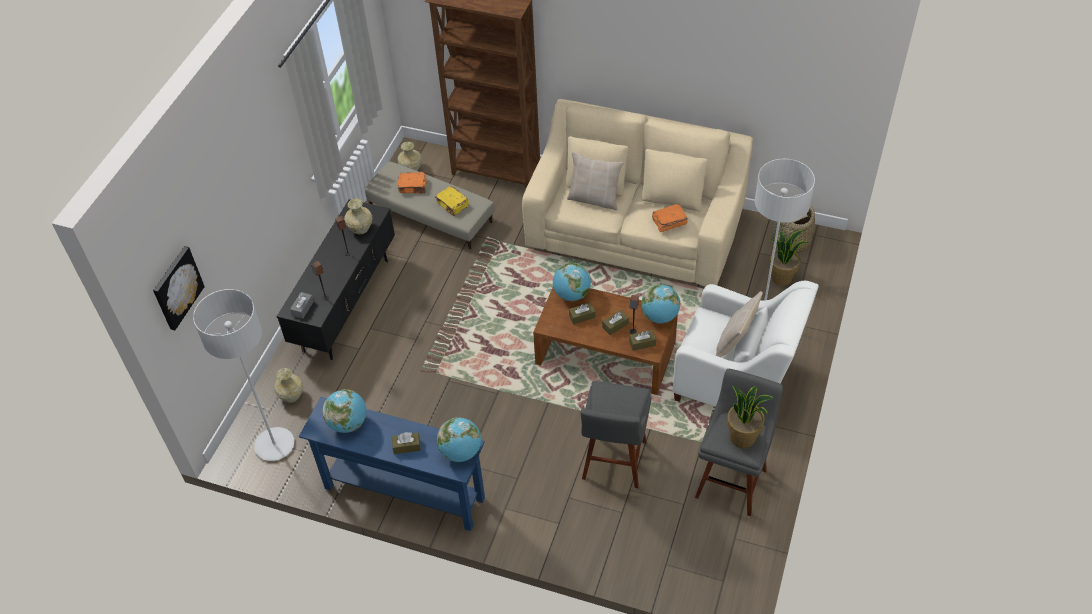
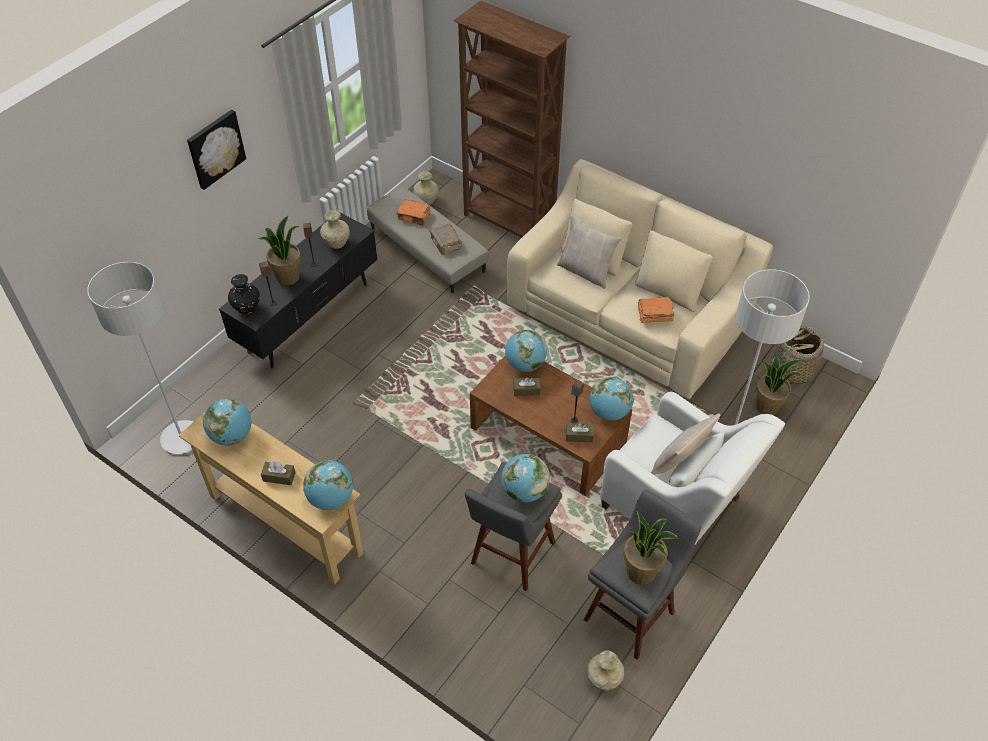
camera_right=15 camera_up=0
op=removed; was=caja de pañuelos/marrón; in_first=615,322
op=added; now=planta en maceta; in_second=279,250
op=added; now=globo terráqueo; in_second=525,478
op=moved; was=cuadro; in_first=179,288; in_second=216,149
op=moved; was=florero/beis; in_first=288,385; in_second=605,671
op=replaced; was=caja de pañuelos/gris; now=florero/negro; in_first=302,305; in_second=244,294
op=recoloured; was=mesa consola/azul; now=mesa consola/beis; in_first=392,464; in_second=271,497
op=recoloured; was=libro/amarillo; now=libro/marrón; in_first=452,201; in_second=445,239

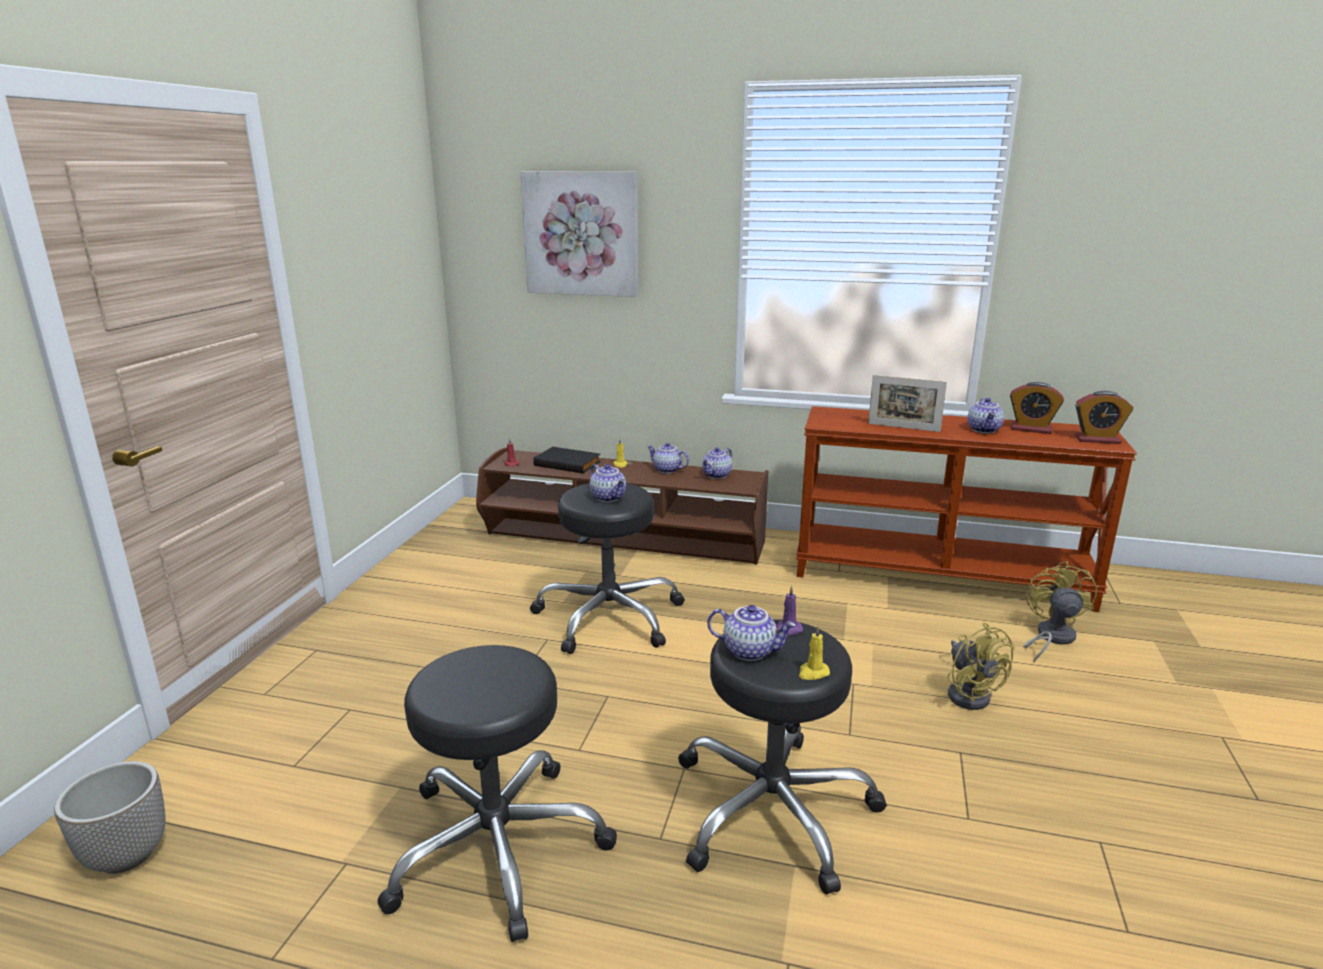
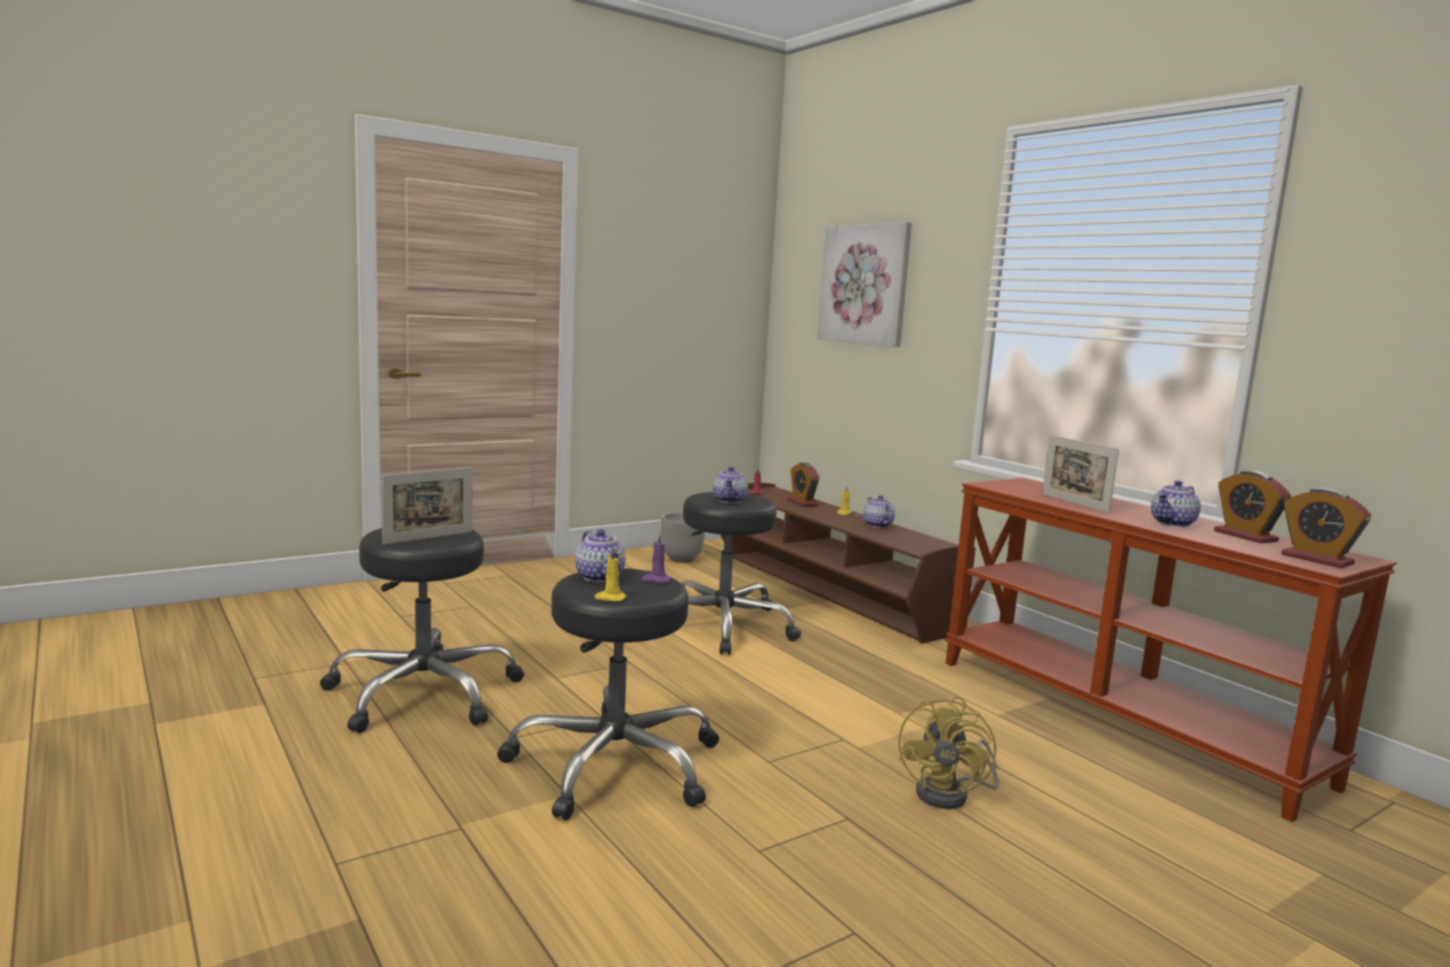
camera_right=40 camera_up=-10
op=removed; was=tetera; in_first=717,463
op=removed; was=ventilador/amarillo; in_first=1060,611
op=added; now=portarretratos; in_second=426,506
op=moved; was=maceta; in_first=109,817; in_second=683,537
op=replaced; was=libro/negro; now=despertador; in_first=567,460; in_second=804,485

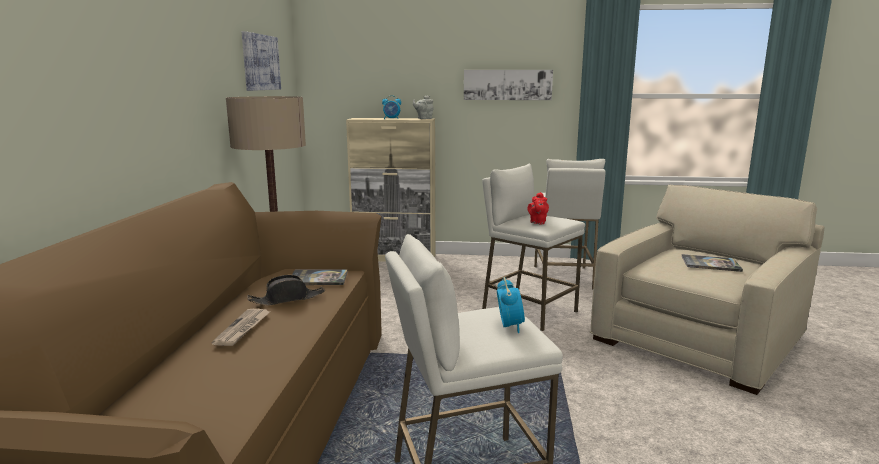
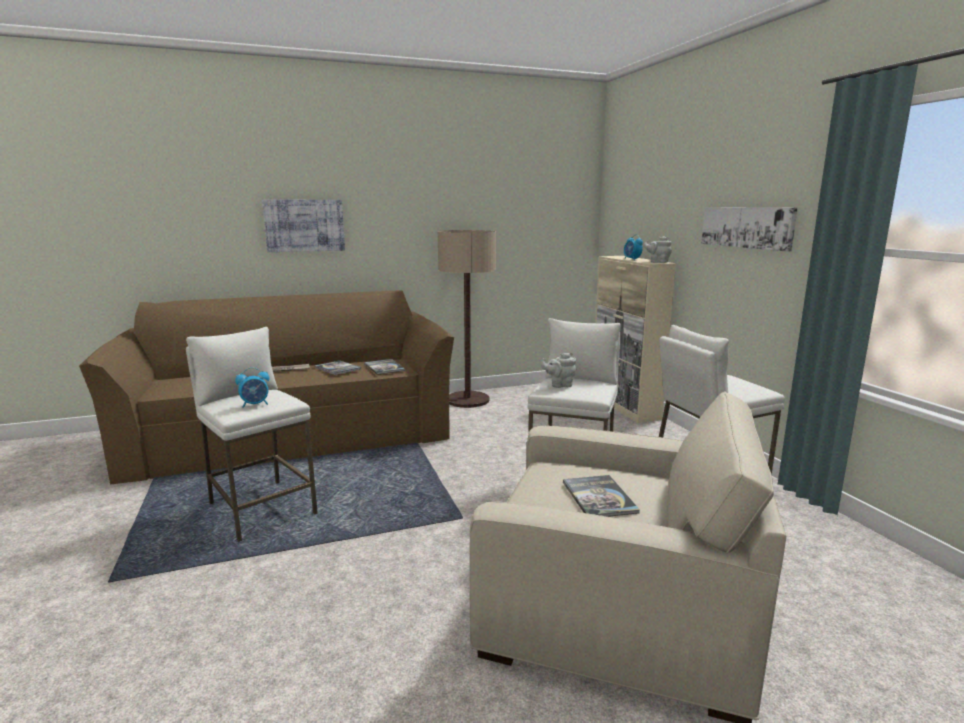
camera_right=65 camera_up=0
op=moved; was=cuadro; in_first=261,61; in_second=303,226
op=replaced; was=sombrero/negro; now=libro; in_first=286,290; in_second=337,367
op=recoloured; was=tetera/rojo; now=tetera/gris; in_first=538,208; in_second=558,370

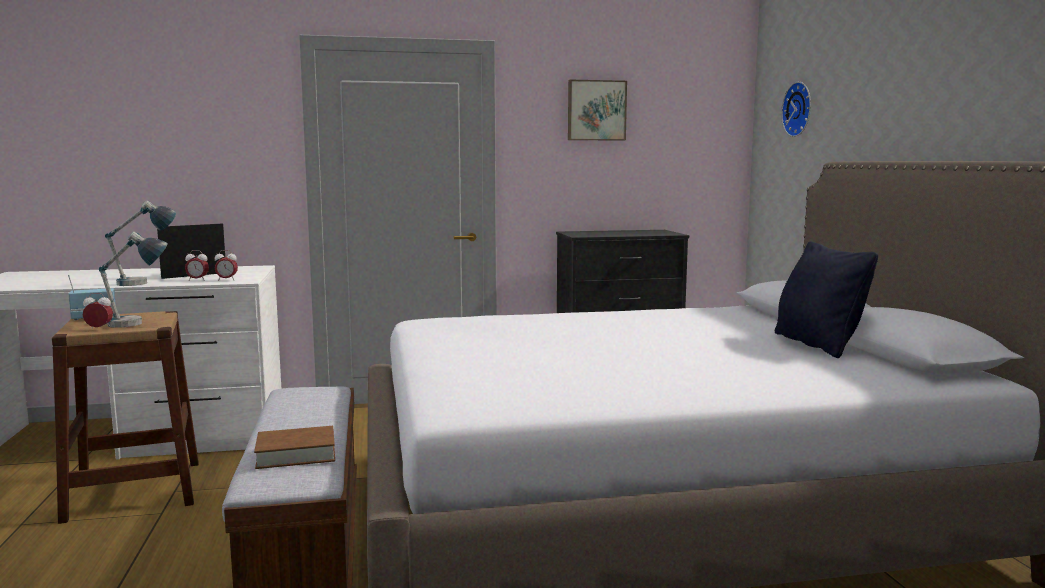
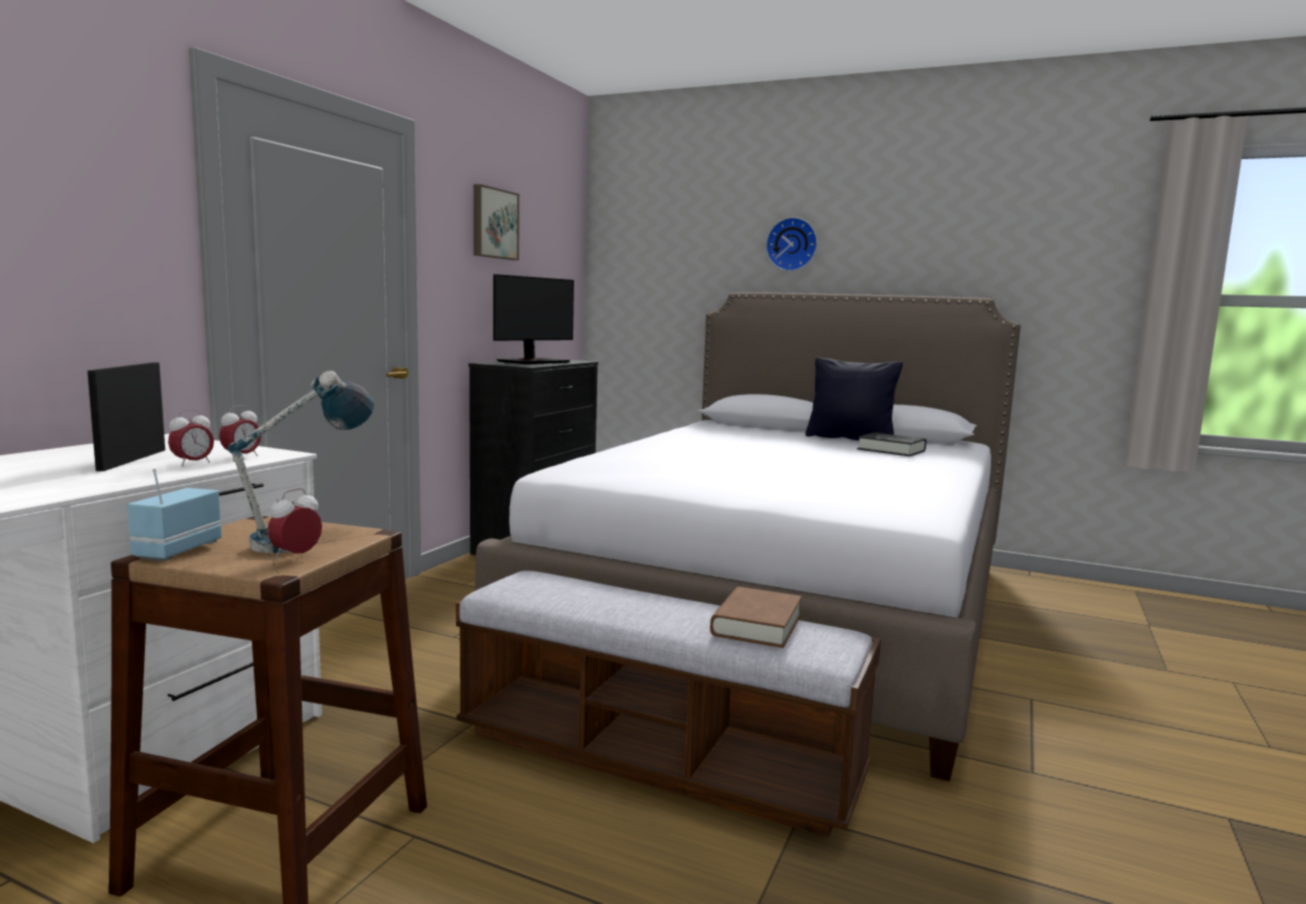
camera_right=-55 camera_up=0
op=removed; was=lámpara de mesa; in_first=140,243
op=added; now=monitor; in_second=533,319
op=added; now=libro/negro; in_second=891,444
op=moved; was=reloj de pared; in_first=796,109; in_second=791,244

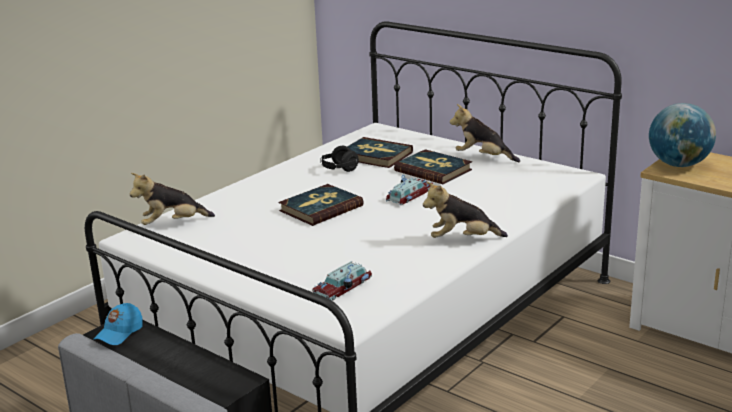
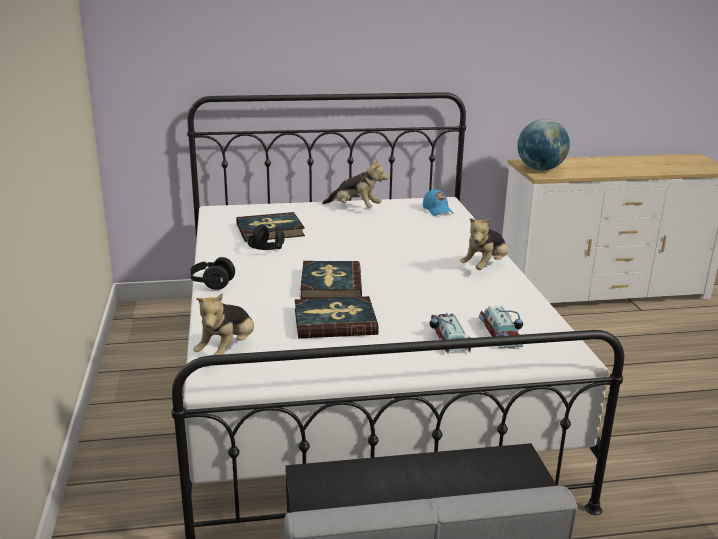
camera_right=-50 camera_up=0
op=added; now=auriculares/negro; in_second=212,273
op=moved; was=gorra/azul; in_first=118,324; in_second=438,202
op=moved; was=coche de juguete; in_first=409,190; in_second=450,333
op=moved; was=libro; in_first=433,166; in_second=337,317
op=turned; was=peluche; in_first=485,133; in_second=355,183; clockwise=-135

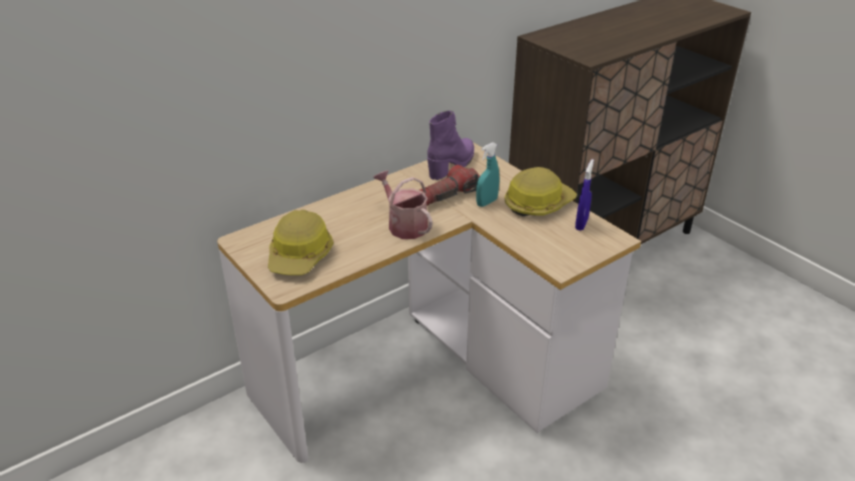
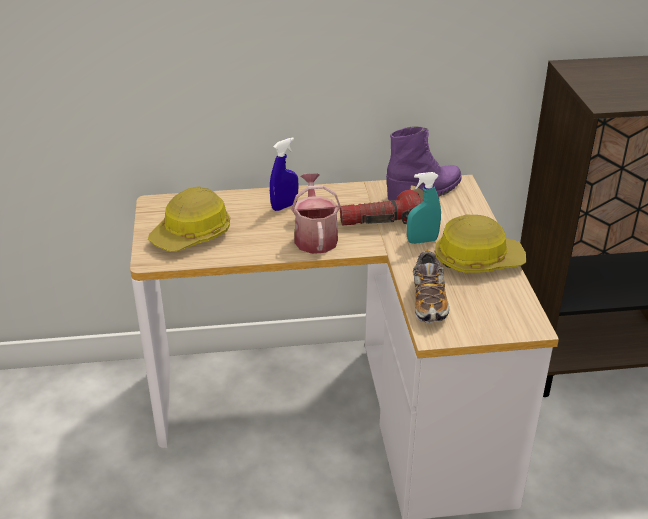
camera_right=30 camera_up=0
op=added; now=zapato; in_second=431,286
op=moved; was=pulverizador/azul; in_first=584,195; in_second=284,174

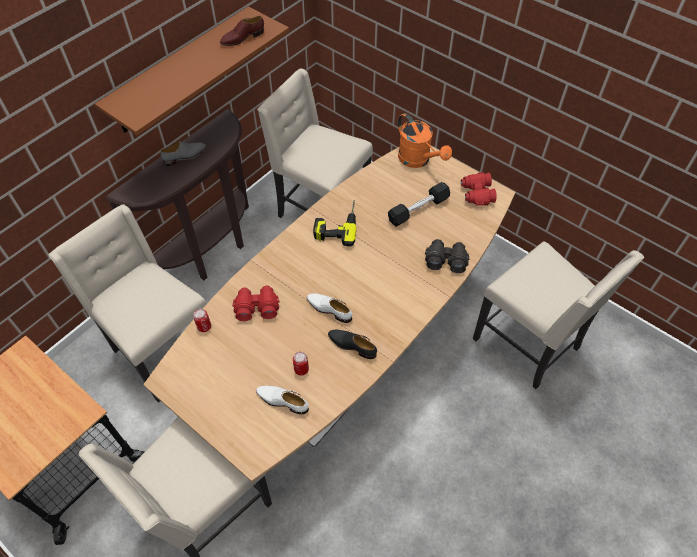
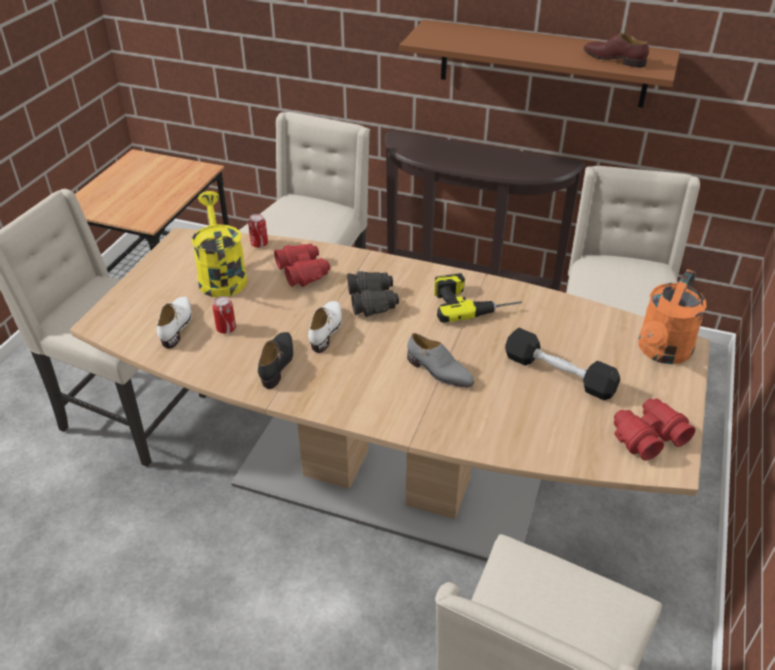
camera_right=70 camera_up=-15
op=added; now=regadera/amarillo; in_second=220,244
op=moved; was=zapato/gris; in_first=183,154; in_second=440,360
op=moved; was=prismáticos/negro; in_first=447,256; in_second=373,294

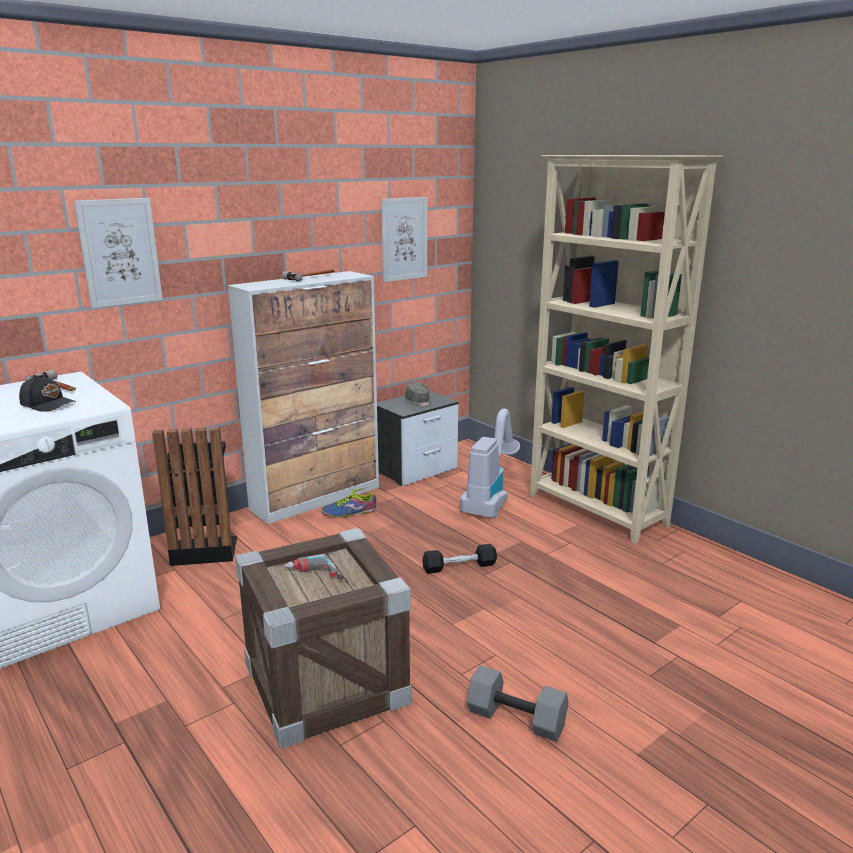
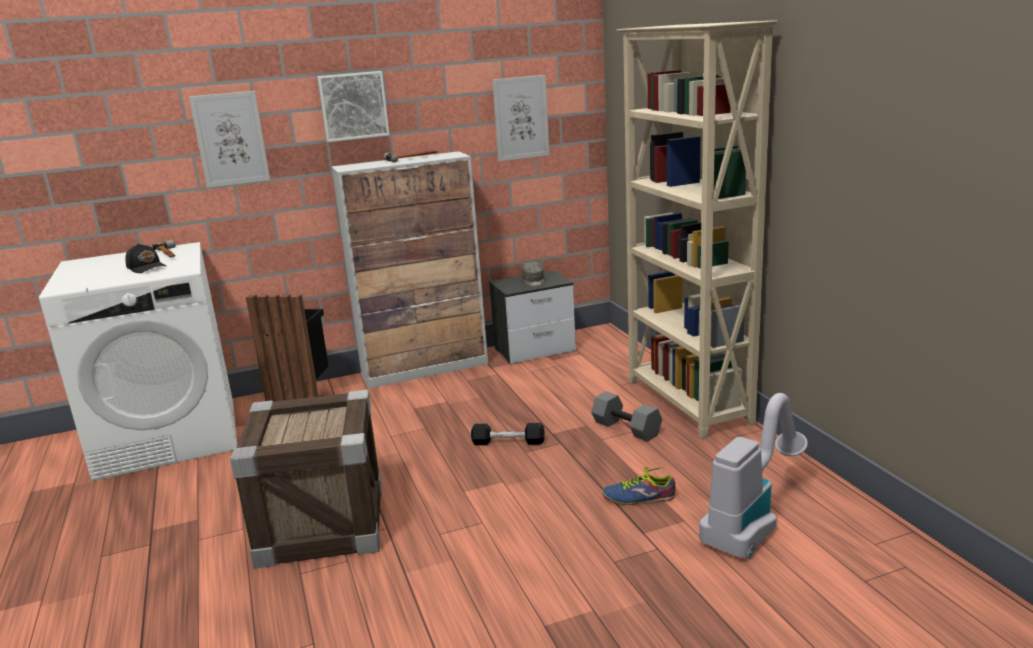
camera_right=20 camera_up=0
op=removed; was=taladro; in_first=316,568
op=added; now=cuadro; in_second=353,106
op=moved; was=zapato; in_first=349,502; in_second=639,486
op=moved; was=aspiradora; in_first=490,463; in_second=753,476
op=moved; was=mancuerna/gris; in_first=517,703; in_second=626,416

